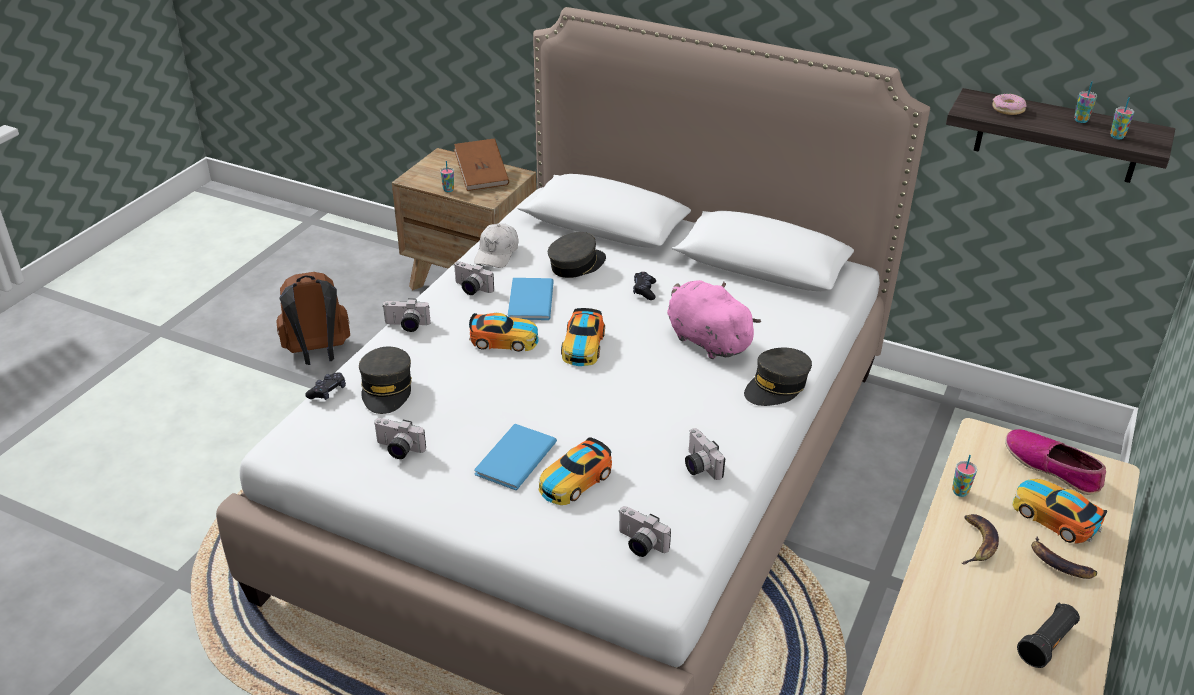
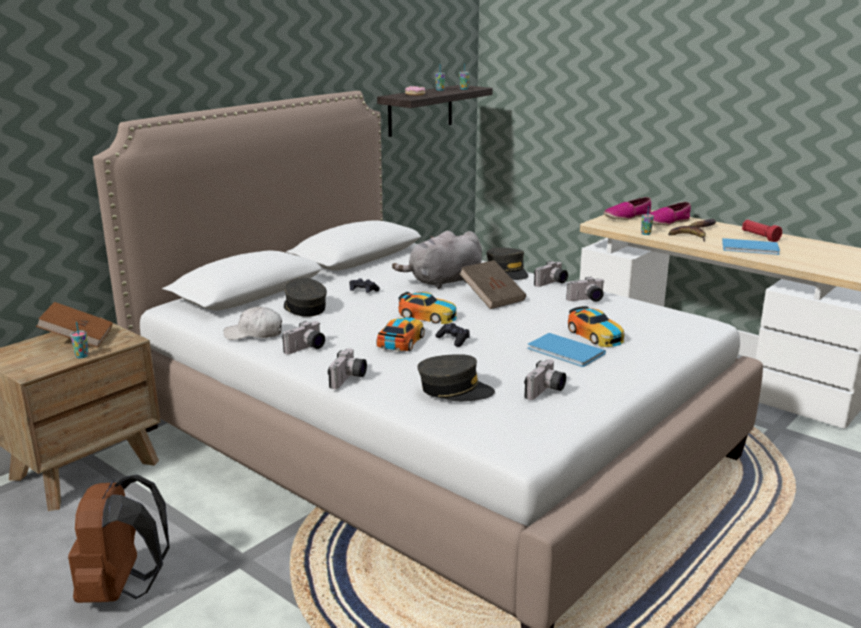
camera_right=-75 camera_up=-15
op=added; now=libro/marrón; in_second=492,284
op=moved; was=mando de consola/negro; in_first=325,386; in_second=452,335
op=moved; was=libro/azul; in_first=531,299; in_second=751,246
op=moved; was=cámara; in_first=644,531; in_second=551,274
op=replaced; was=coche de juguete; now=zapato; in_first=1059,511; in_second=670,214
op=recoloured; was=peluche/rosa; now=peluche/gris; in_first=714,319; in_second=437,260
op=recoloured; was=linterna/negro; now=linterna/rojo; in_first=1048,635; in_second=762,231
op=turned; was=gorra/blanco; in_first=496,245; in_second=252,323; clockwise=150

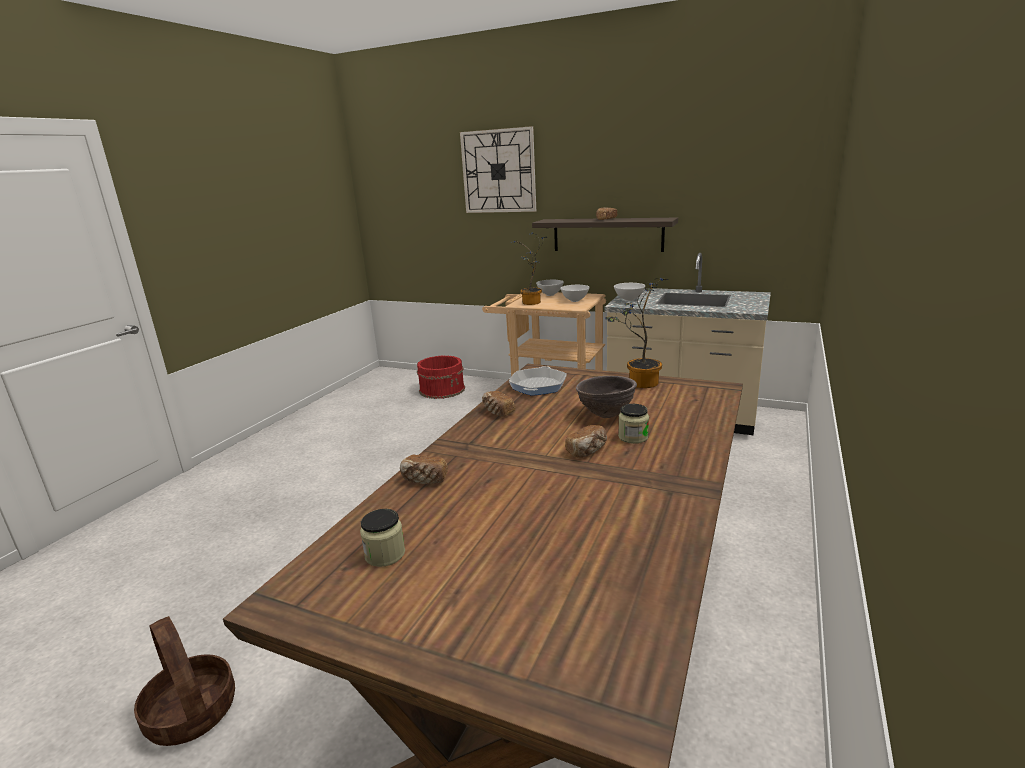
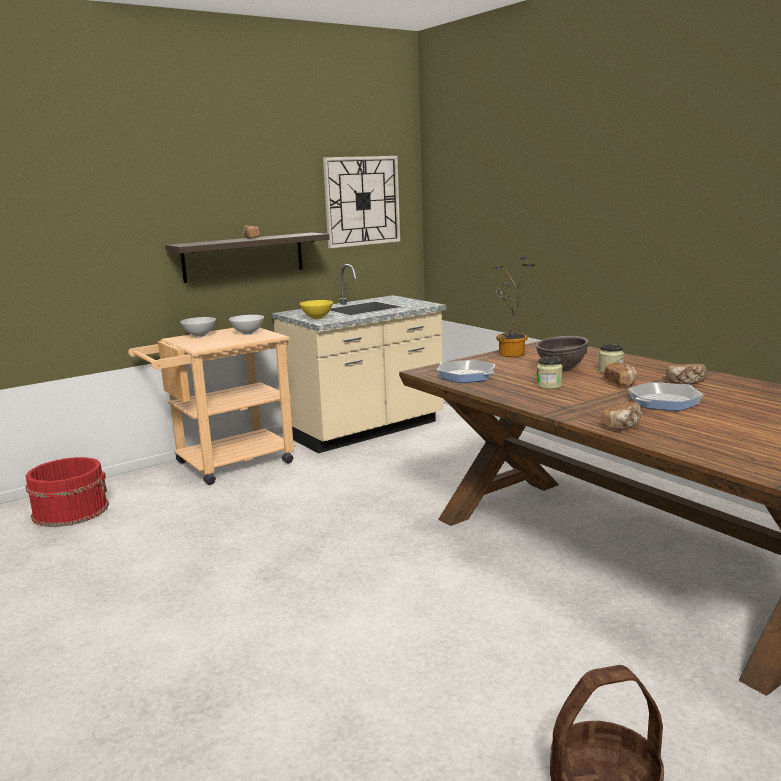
camera_right=-60 camera_up=-5
op=removed; was=planta en maceta; in_first=529,269
op=added; now=sartén; in_second=665,396
op=moved; was=tarro; in_first=382,538; in_second=549,373
op=moved; was=reloj de pared; in_first=498,169; in_second=361,202
op=moved; was=pan; in_first=498,404; in_second=686,374
op=recoloured; was=cuenco/blanco; now=cuenco/amarillo; in_first=629,292; in_second=316,309

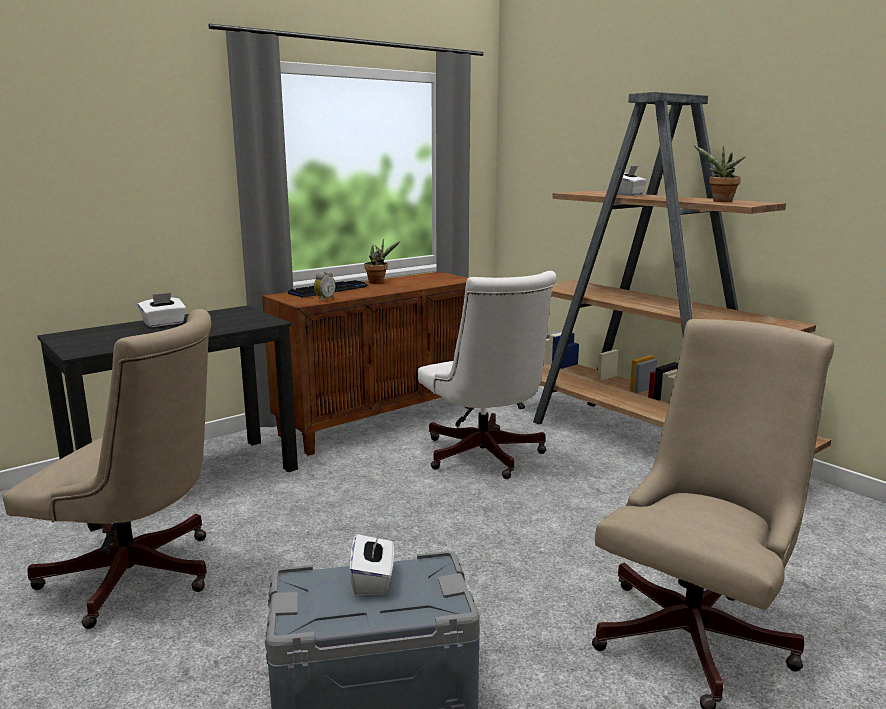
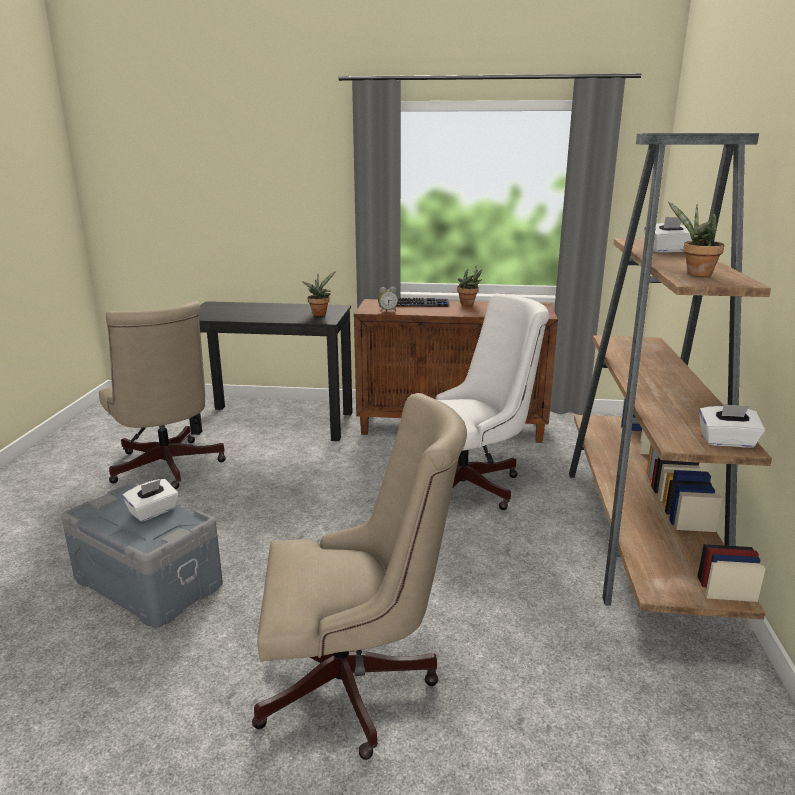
camera_right=45 camera_up=5
op=added; now=planta en maceta; in_second=319,293
op=moved; was=caja de pañuelos/blanco; in_first=162,310; in_second=732,426
op=turned; was=silla de oficina/blanco; in_first=487,375; in_second=493,402; clockwise=-135

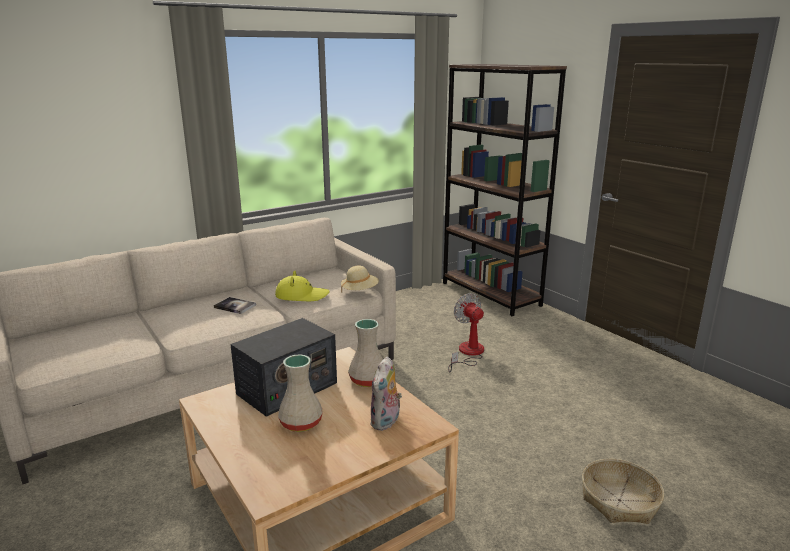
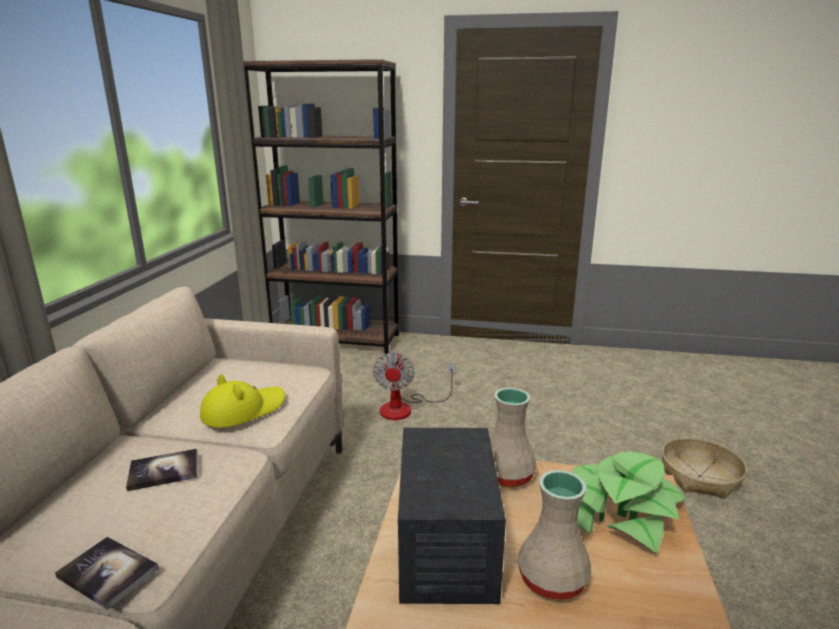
camera_right=-45 camera_up=0
op=removed; was=sombrero/beis; in_first=360,279
op=added; now=libro; in_second=107,573
op=replaced; was=peluche; now=planta en maceta; in_first=386,394; in_second=629,502
op=turned; was=ventilador; in_first=466,333; in_second=414,386; clockwise=-105

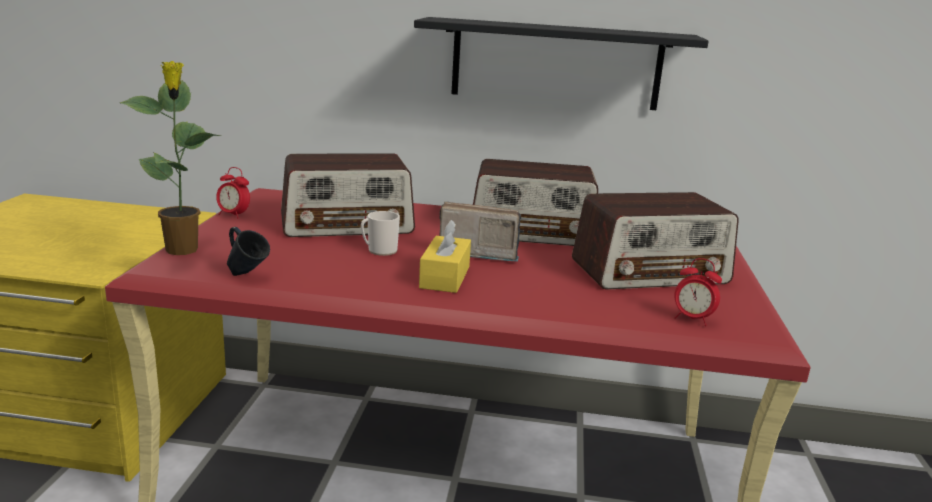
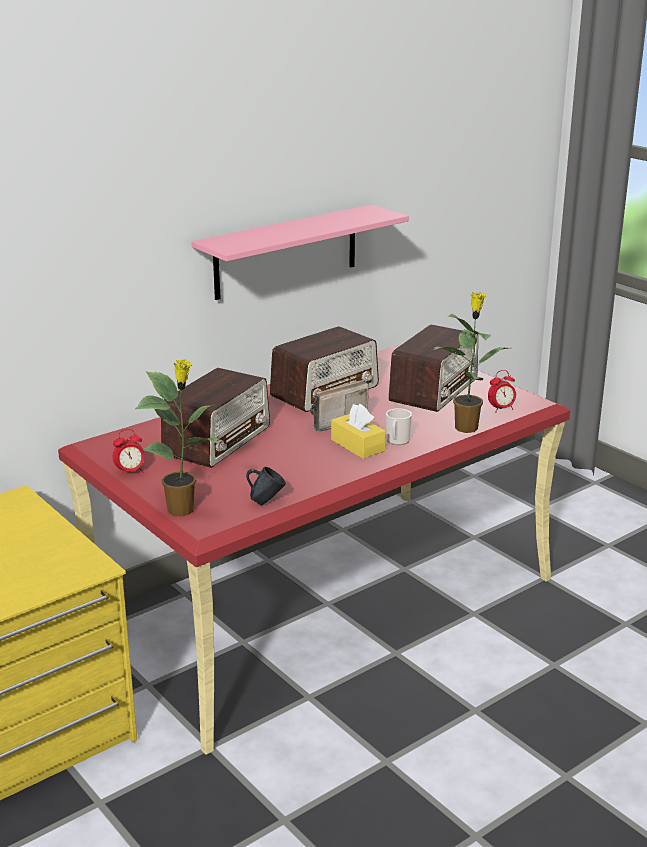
camera_right=-45 camera_up=5
op=added; now=planta en maceta; in_second=471,362
op=moved; was=taza grande; in_first=380,233; in_second=399,426
op=recoloured; was=estante/negro; now=estante/rosa; in_first=561,63; in_second=300,252

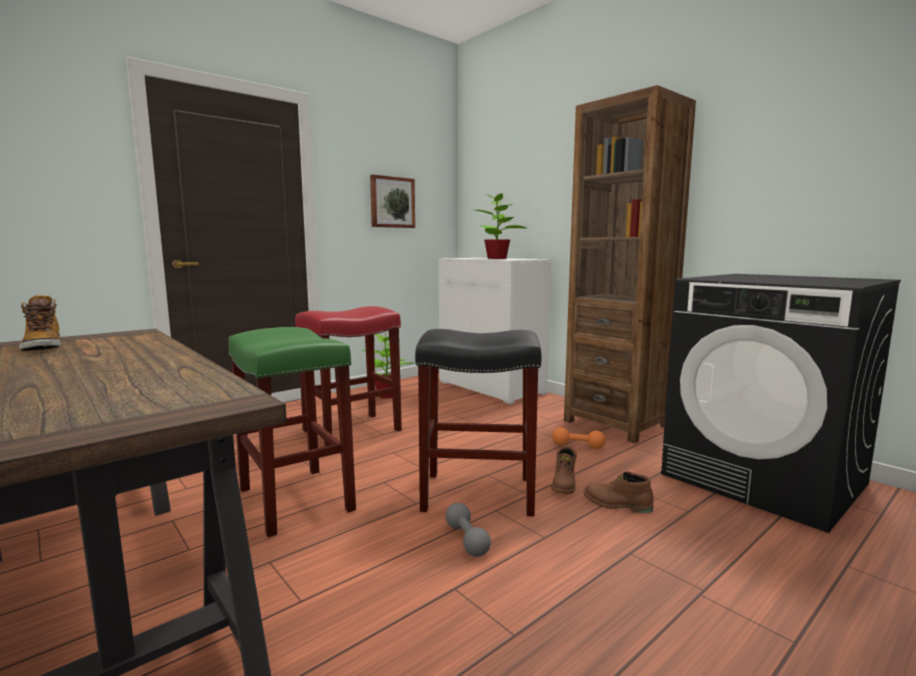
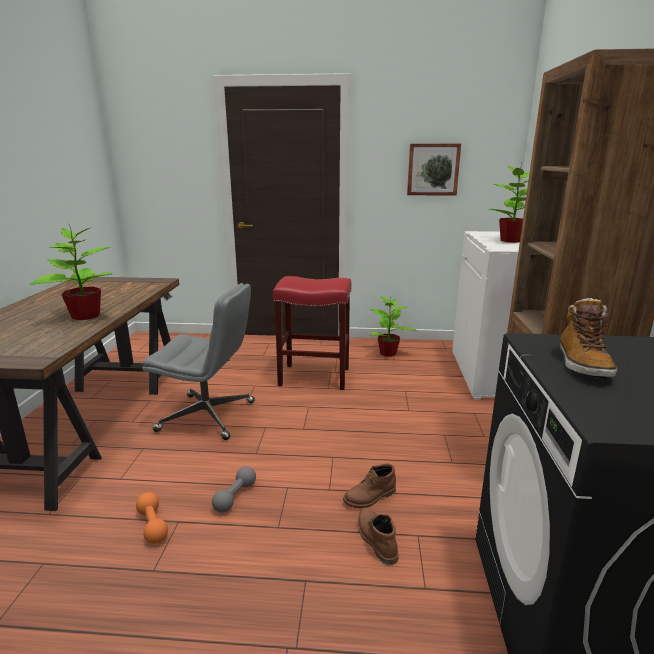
camera_right=45 camera_up=10
op=removed; was=taburete/negro; in_first=478,422
op=added; now=planta en maceta; in_second=71,272
op=moved; was=bota; in_first=40,322; in_second=588,338
op=moved; was=mancuerna/naranja; in_first=579,438; in_second=152,518
op=replaced; was=taburete/verde; now=silla de oficina/gris; in_first=292,432; in_second=198,361

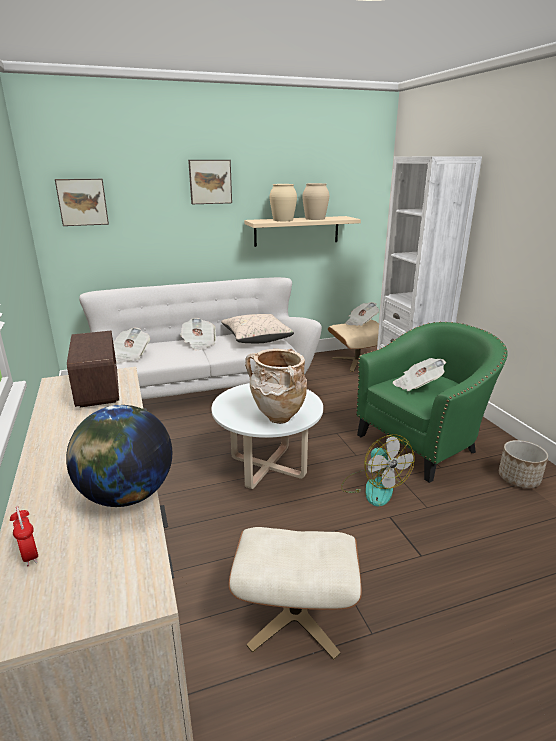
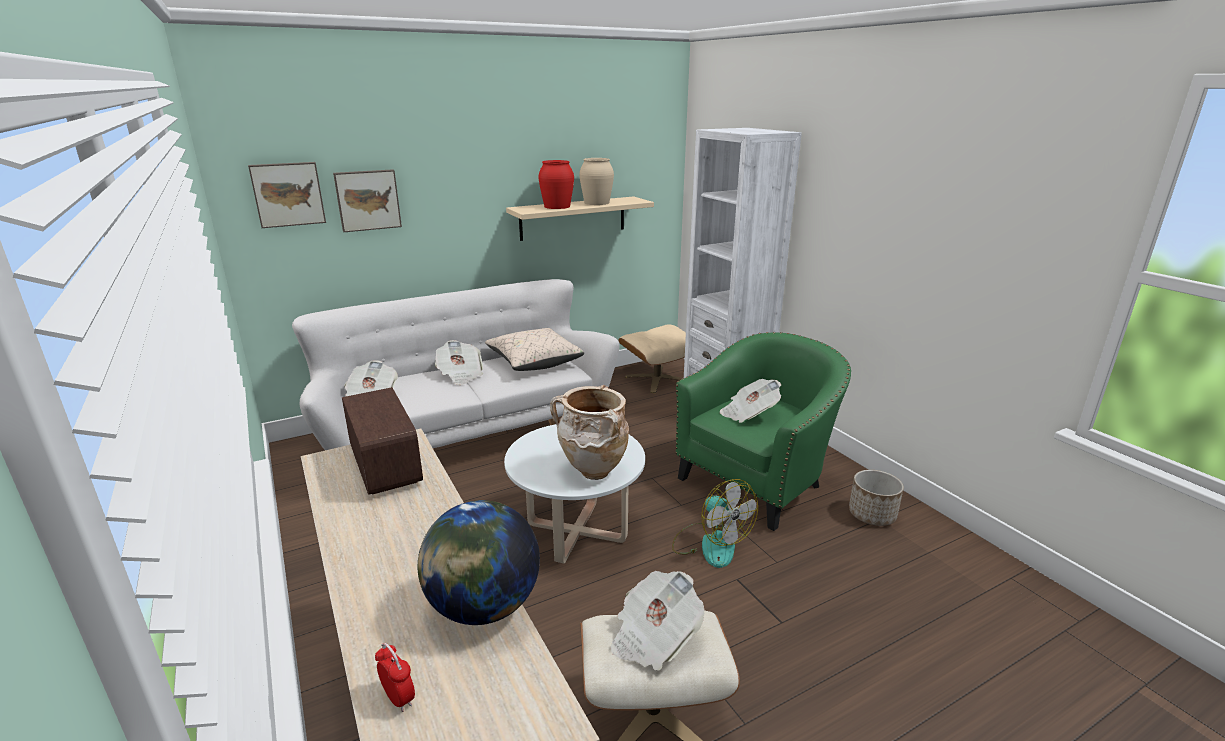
camera_right=-10 camera_up=0
op=moved; was=cuadro; in_first=210,182; in_second=367,200
op=moved; was=periódico; in_first=362,314; in_second=657,620
op=recoloured; was=florero/beis; now=florero/rojo; in_first=283,202; in_second=556,184

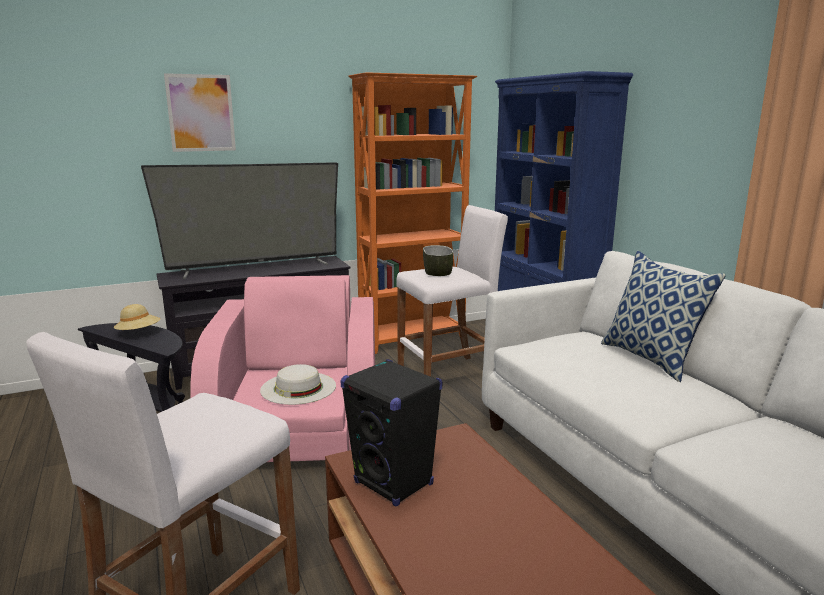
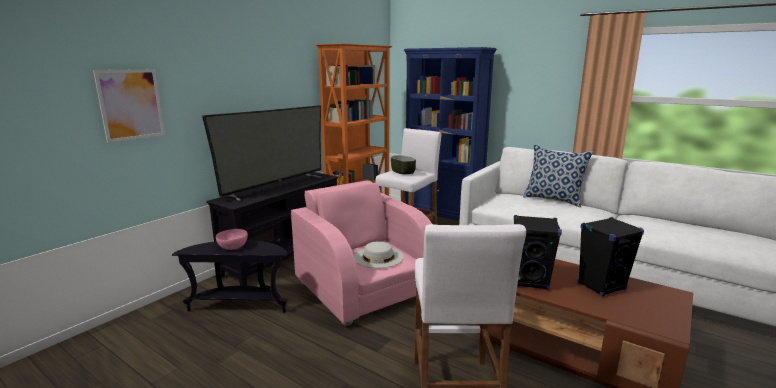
camera_right=-30 camera_up=0
op=added; now=altavoz/negro; in_second=611,257
op=moved; was=cuadro; in_first=200,112; in_second=129,106
op=replaced; was=sombrero/beis; now=cuenco/rosa; in_first=137,317; in_second=232,239

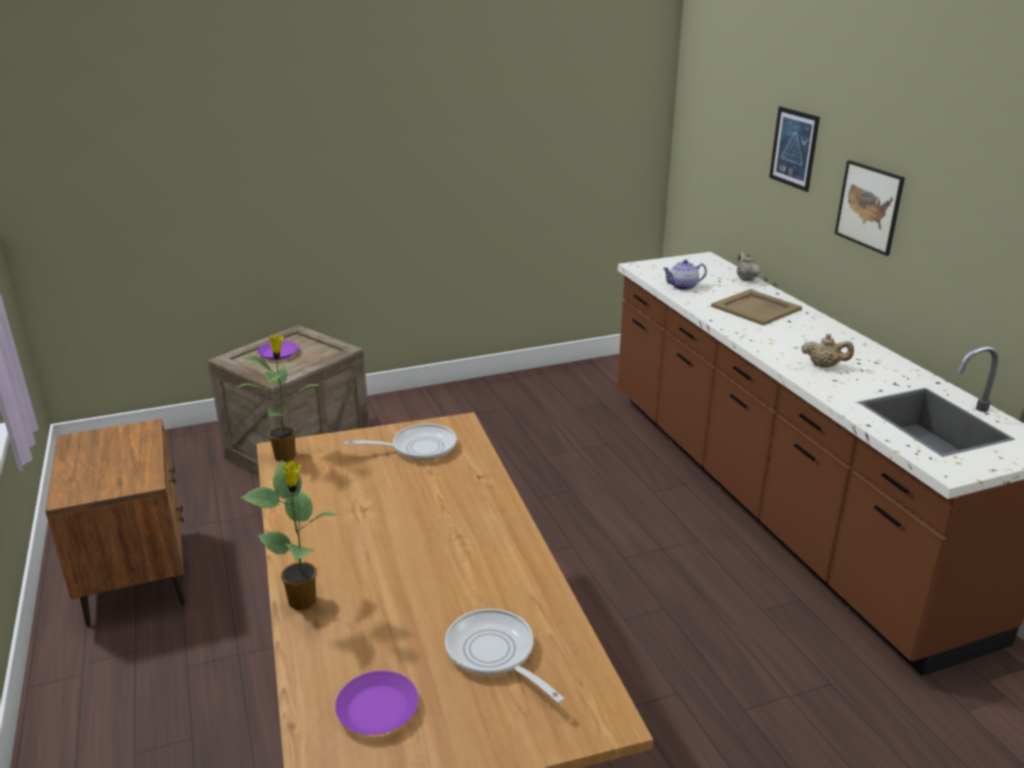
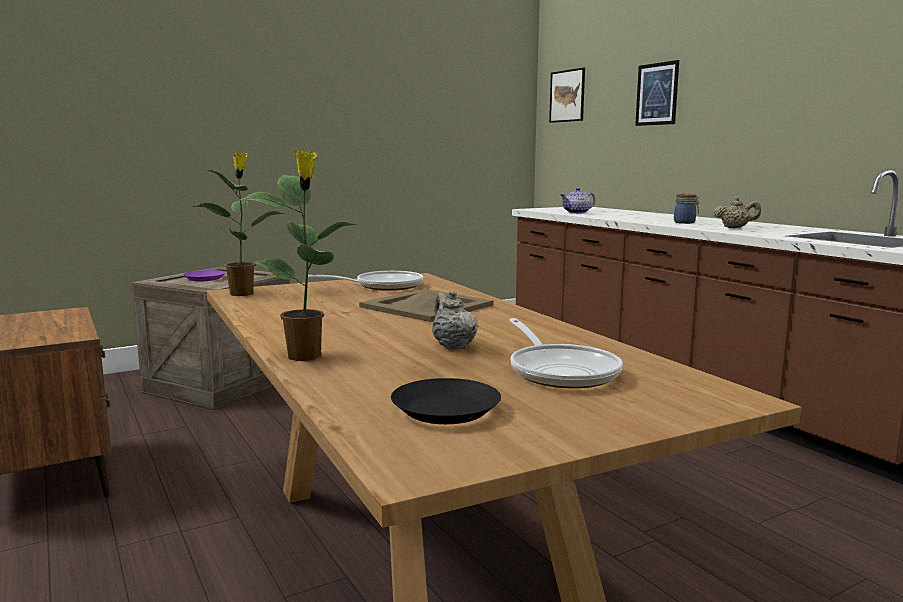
camera_right=-10 camera_up=-15
op=added; now=tarro; in_second=686,208
op=moved; was=bandeja/beis; in_first=756,307; in_second=426,305
op=moved; was=tetera/beis; in_first=748,266; in_second=455,319
op=moved; was=cuadro; in_first=870,208; in_second=567,95
op=recoloured; was=plato/morado; now=plato/negro; in_first=377,703; in_second=446,401
op=turned; was=sartén; in_first=505,656; in_second=566,353; clockwise=-150

